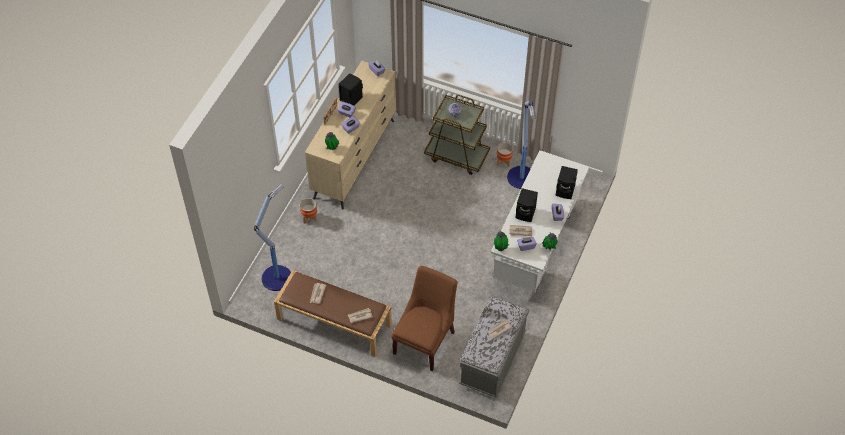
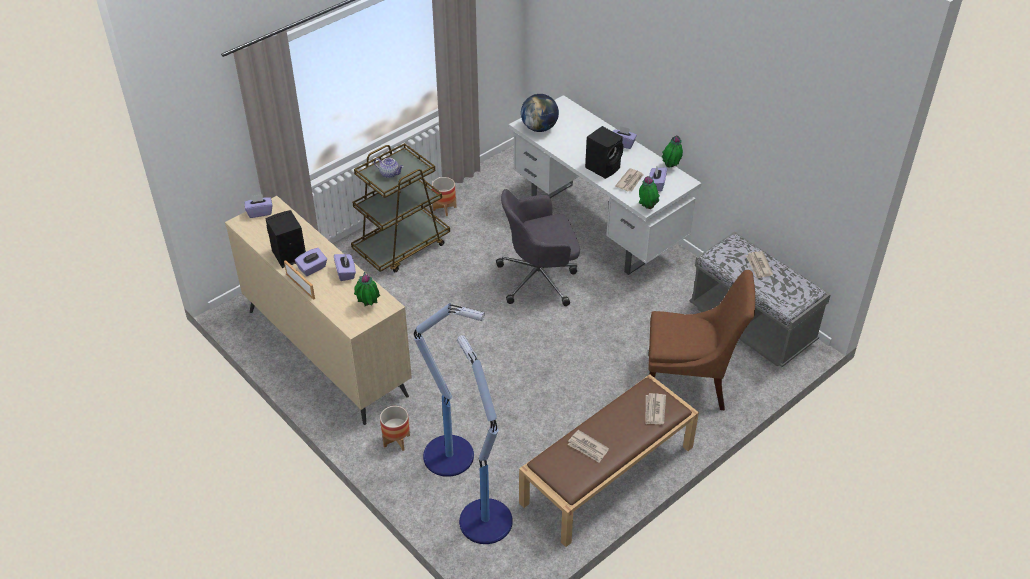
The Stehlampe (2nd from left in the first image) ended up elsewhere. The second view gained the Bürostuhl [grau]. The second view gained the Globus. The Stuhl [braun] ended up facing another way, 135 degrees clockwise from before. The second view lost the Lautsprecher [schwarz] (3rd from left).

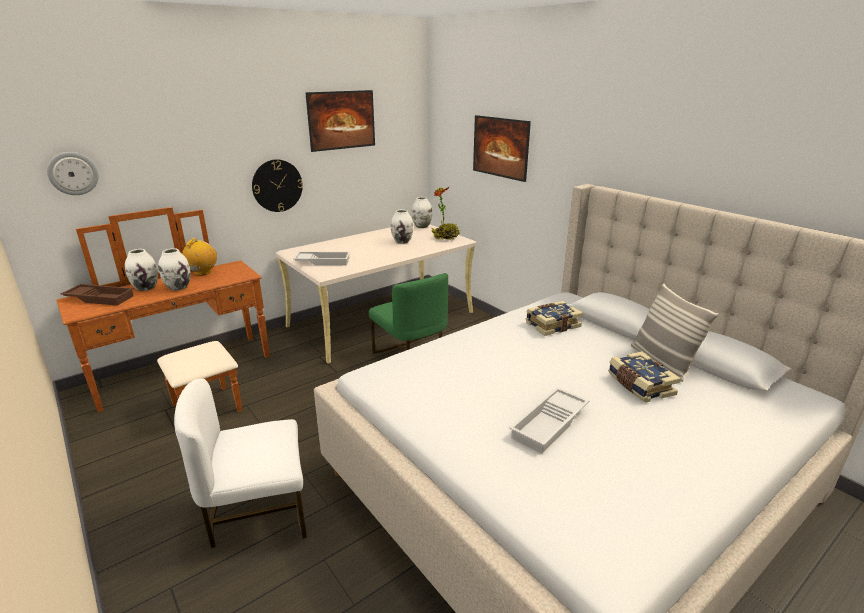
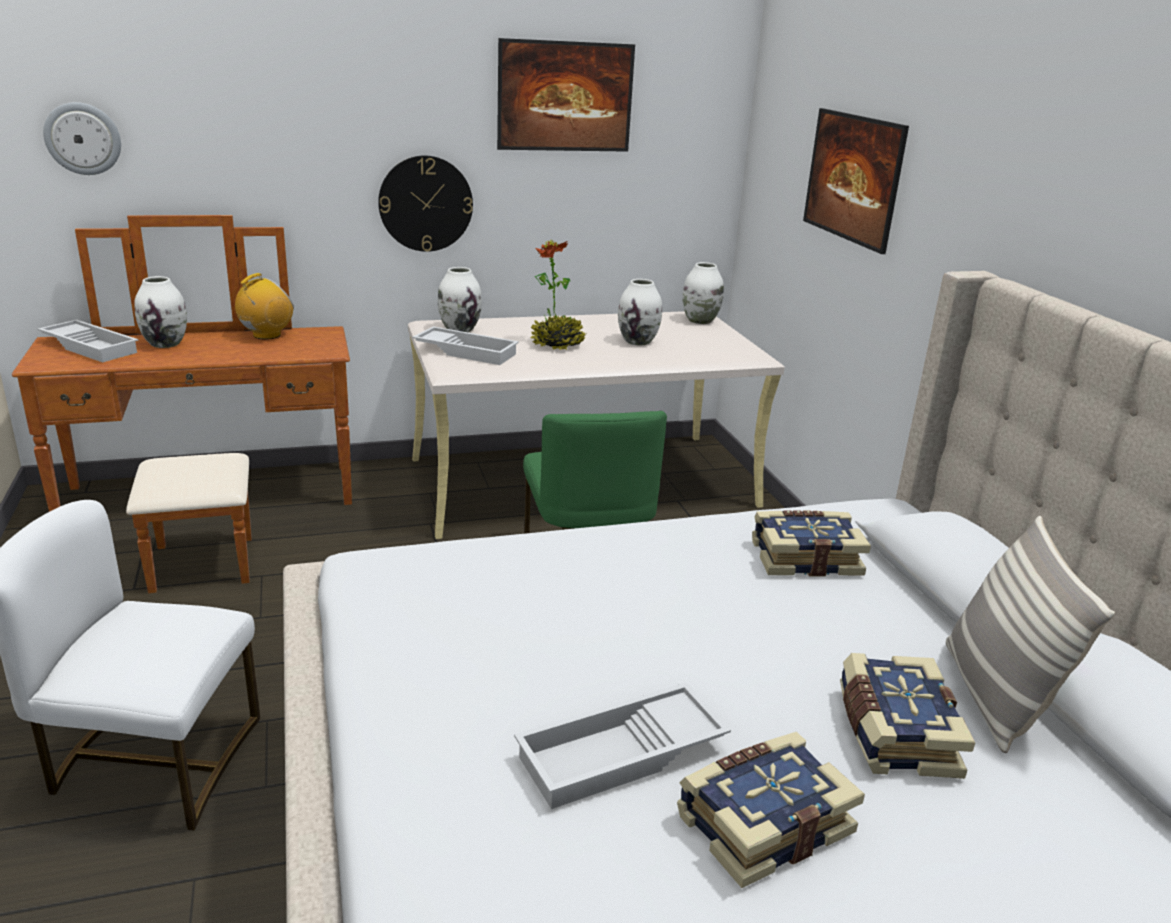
What was the Tablett [braun] turned into the Tablett [weiß] (1st from left). The Vase [weiß] (2nd from left) ended up elsewhere. The Topfpflanze ended up elsewhere. The second view gained the Buch (1st from left).

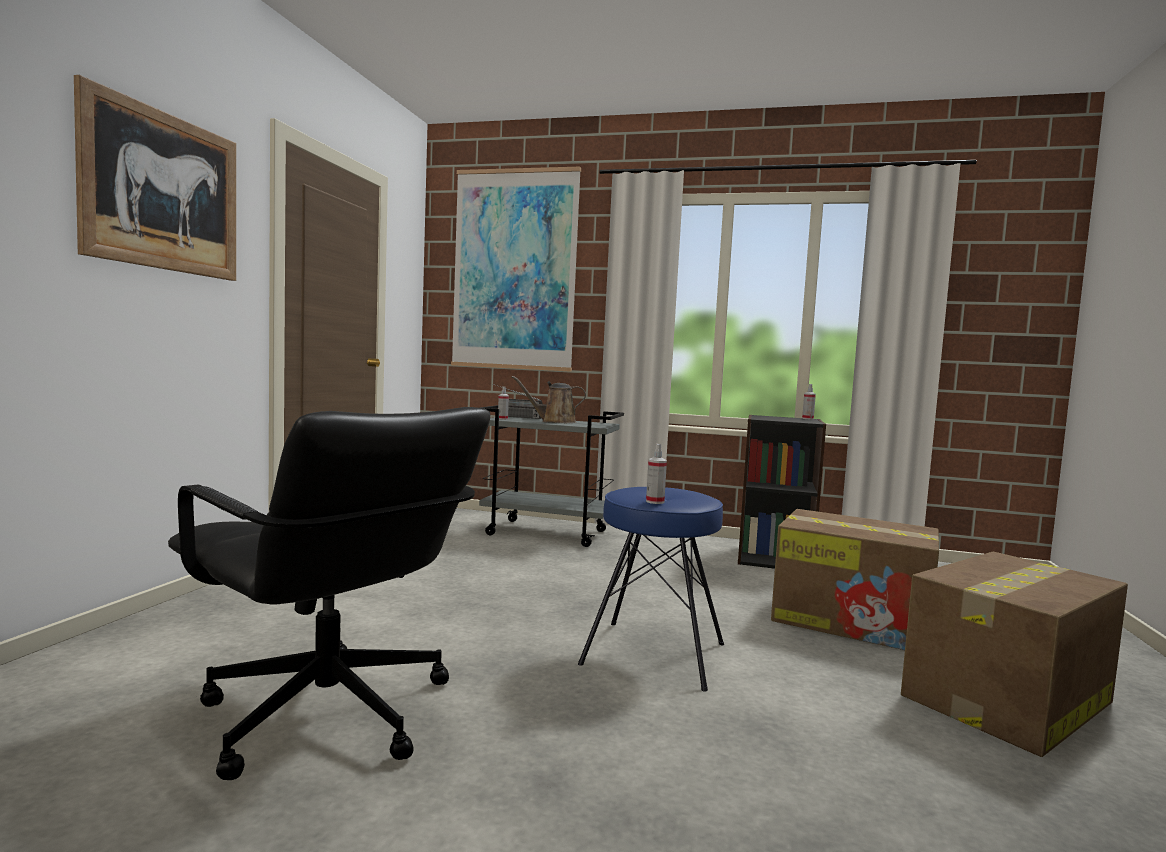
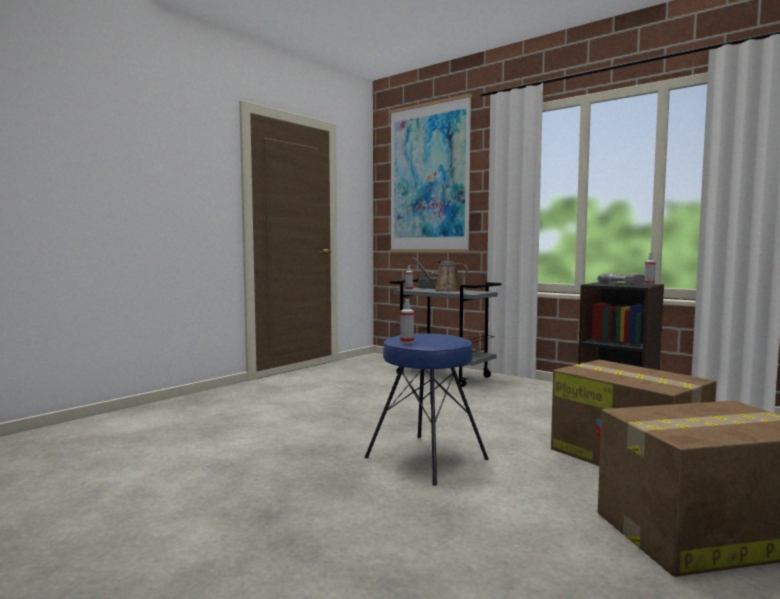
The second view gained the Bohrmaschine. The second view lost the Bild (1st from left). The second view lost the Bürostuhl [schwarz].

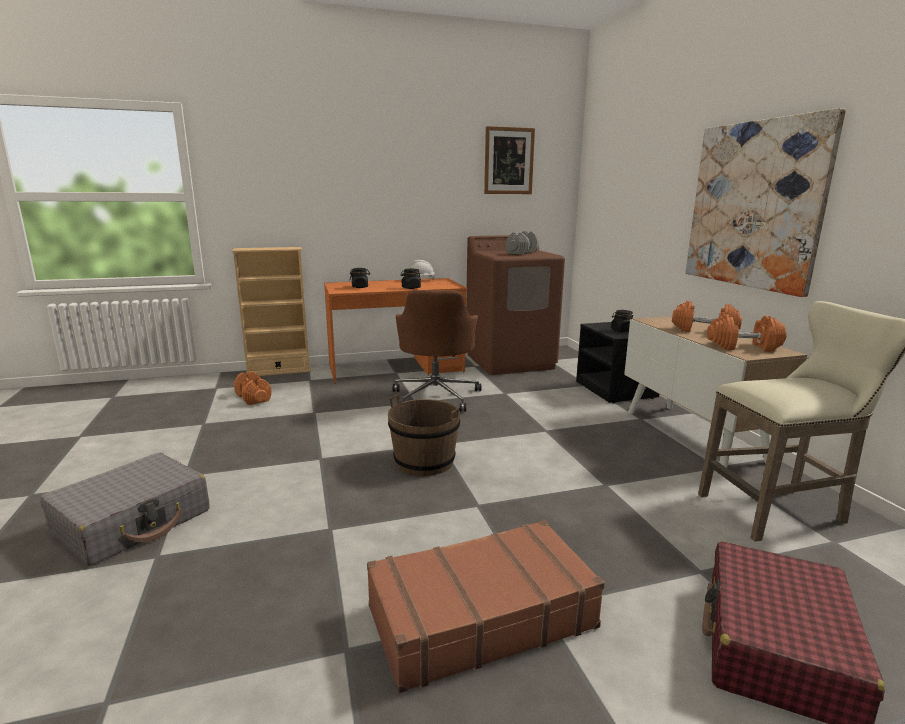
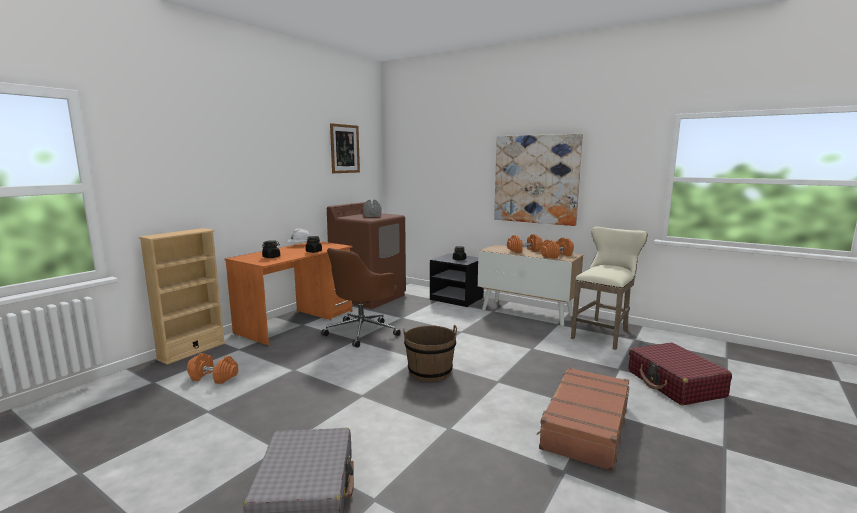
The Bürostuhl [braun] ended up facing another way, 75 degrees clockwise from before.

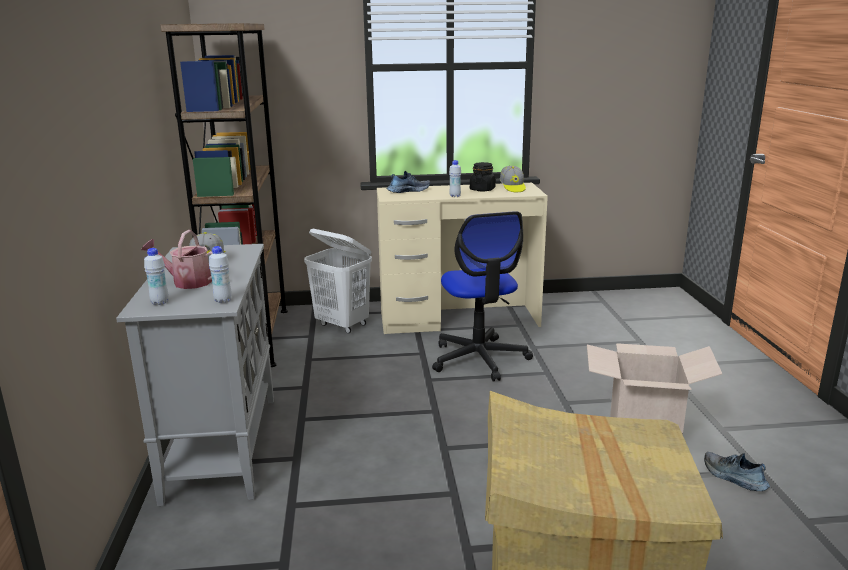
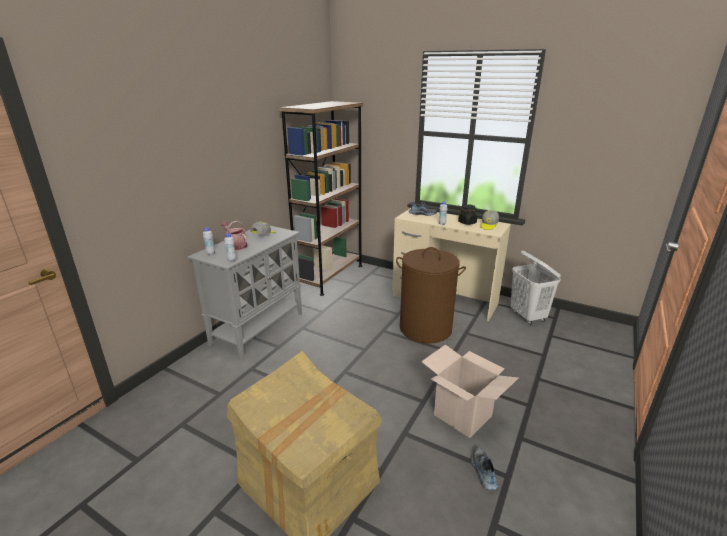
Where the Bürostuhl stood, the Wäschekorb [braun] came to stand. The Wäschekorb [weiß] ended up elsewhere.

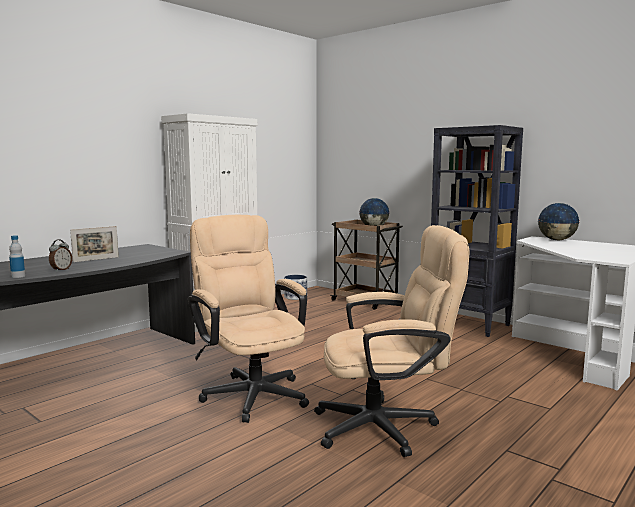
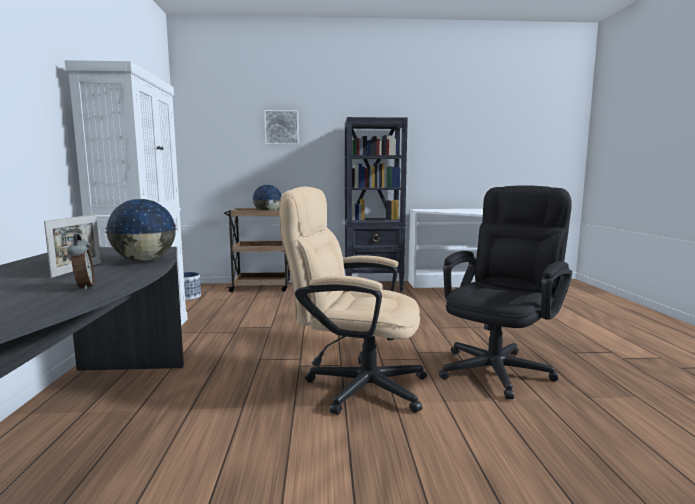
The Globus (2nd from left in the first image) ended up elsewhere. The second view gained the Bild. What was the Bürostuhl [beige] (2nd from left) turned into the Bürostuhl [schwarz]. The second view lost the Flasche.

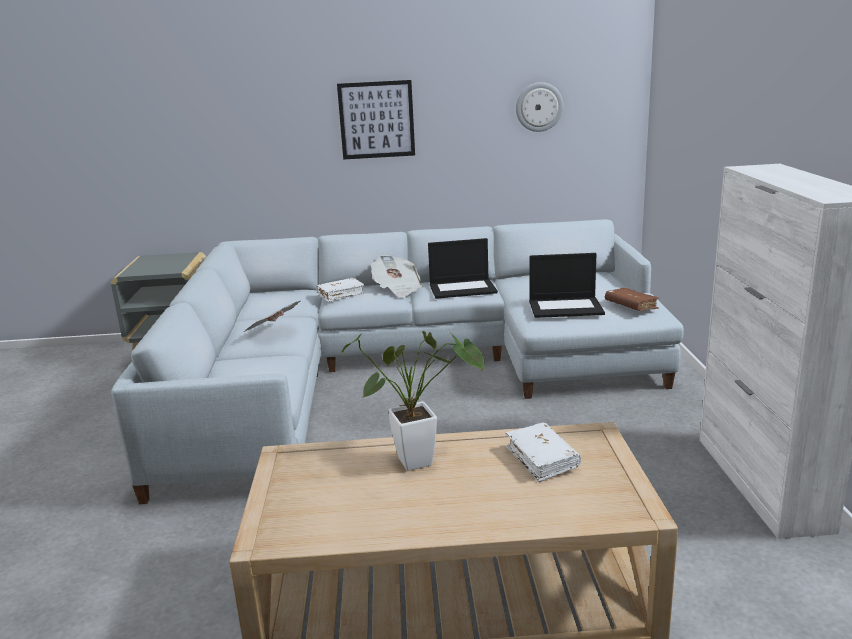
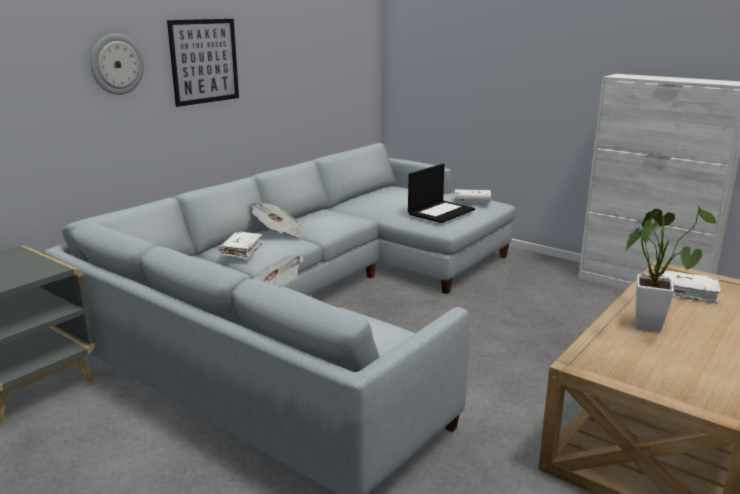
The Wanduhr ended up elsewhere. What was the Buch [braun] turned into the Buch [weiß] (2nd from left). The second view lost the Laptop (1st from left).

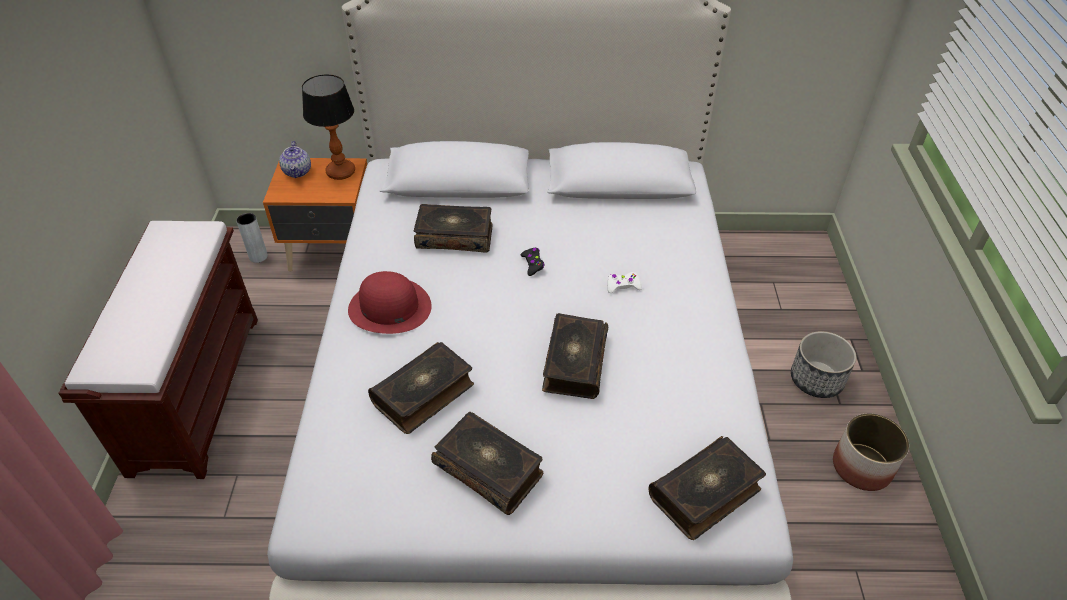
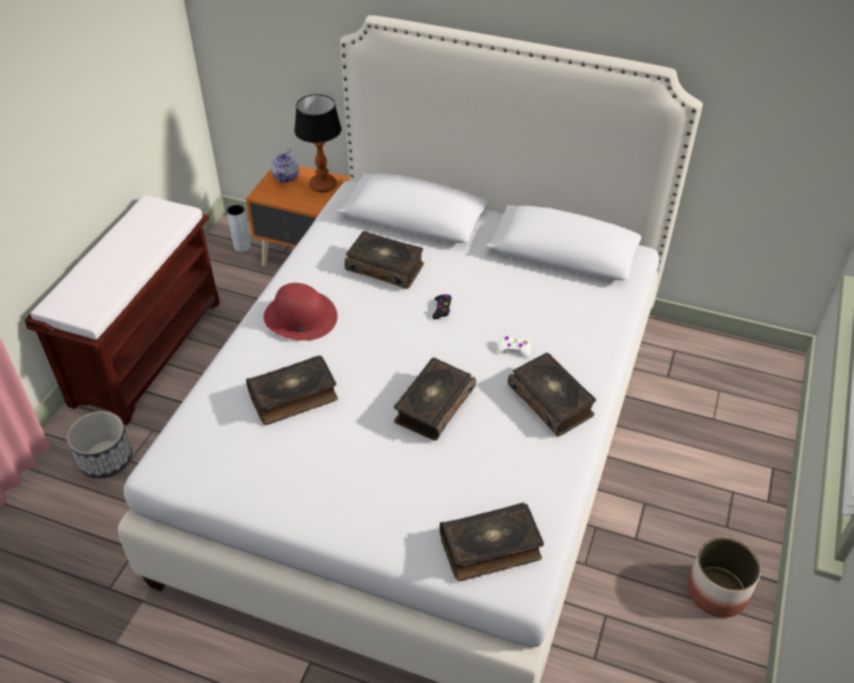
The Pflanzkübel (1st from left) ended up elsewhere. The Buch (3rd from left in the first image) ended up elsewhere.

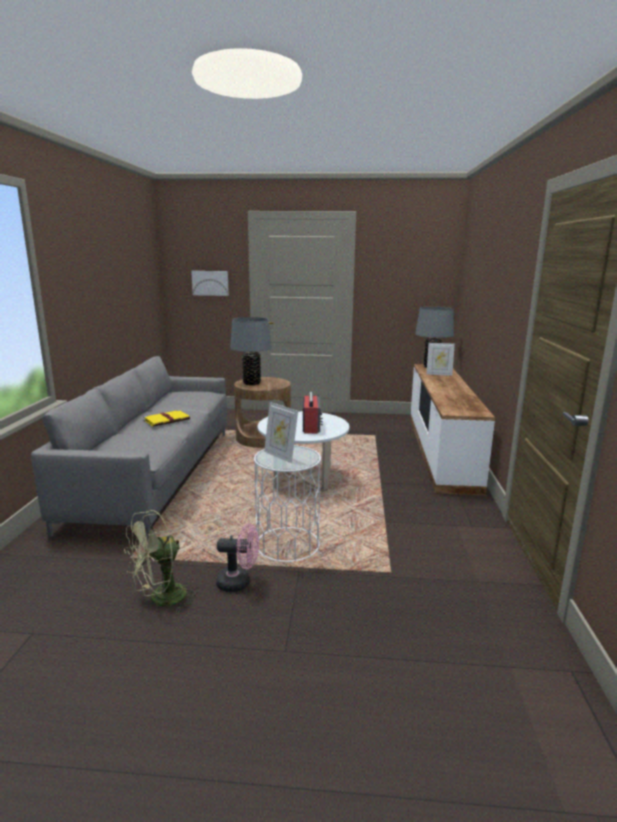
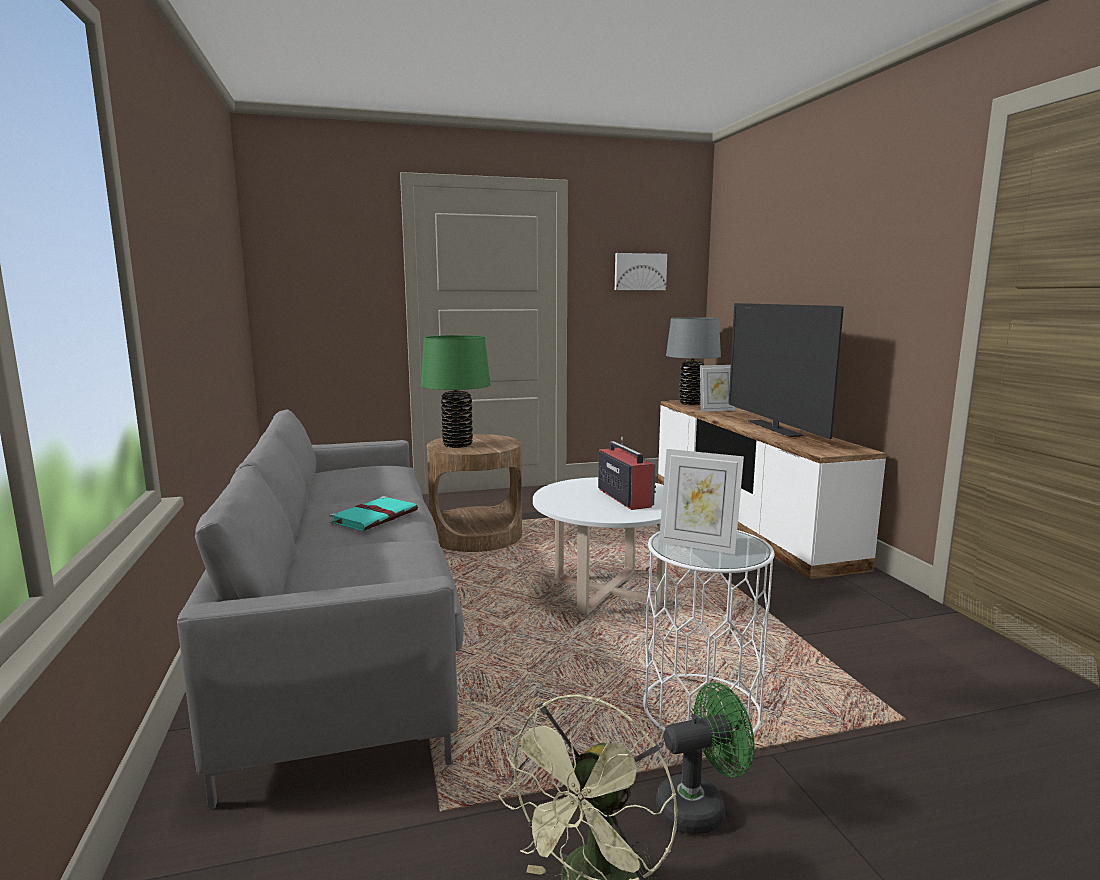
What was the Buch [gelb] turned into the Buch [türkis]. What was the Tischlampe [grau] (1st from left) turned into the Tischlampe [grün]. The Bild ended up elsewhere. What was the Ventilator [rosa] turned into the Ventilator [grün] (2nd from left). The second view gained the Fernseher.

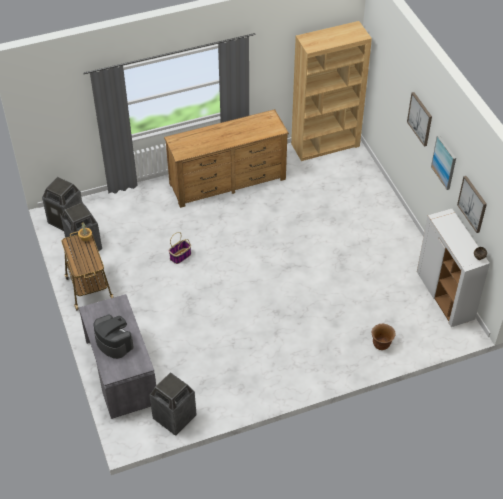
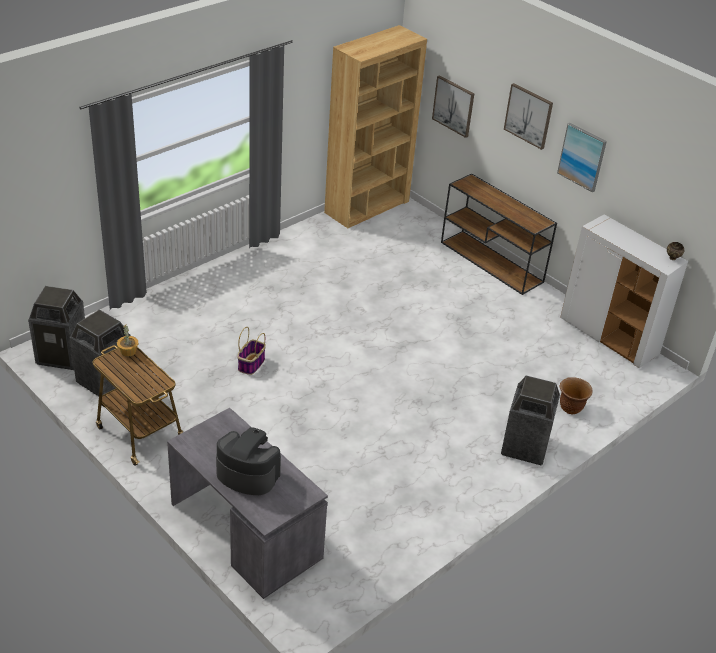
The Bild (3rd from left in the first image) ended up elsewhere. The second view gained the Konsolentisch [braun]. The Mülleimer (3rd from left) ended up elsewhere. The second view lost the Kommode [braun].

